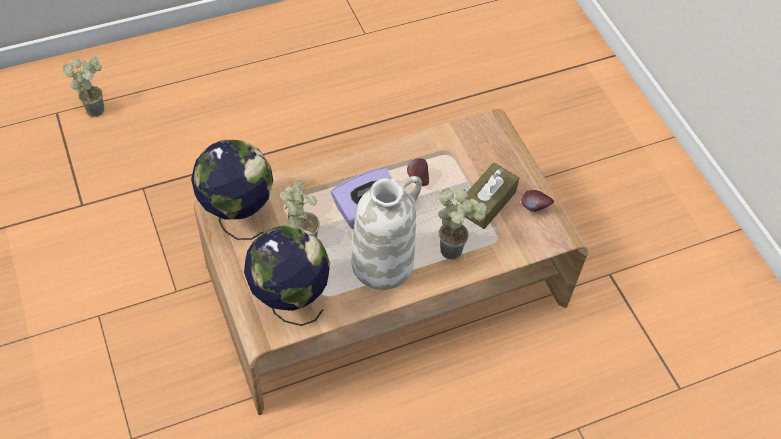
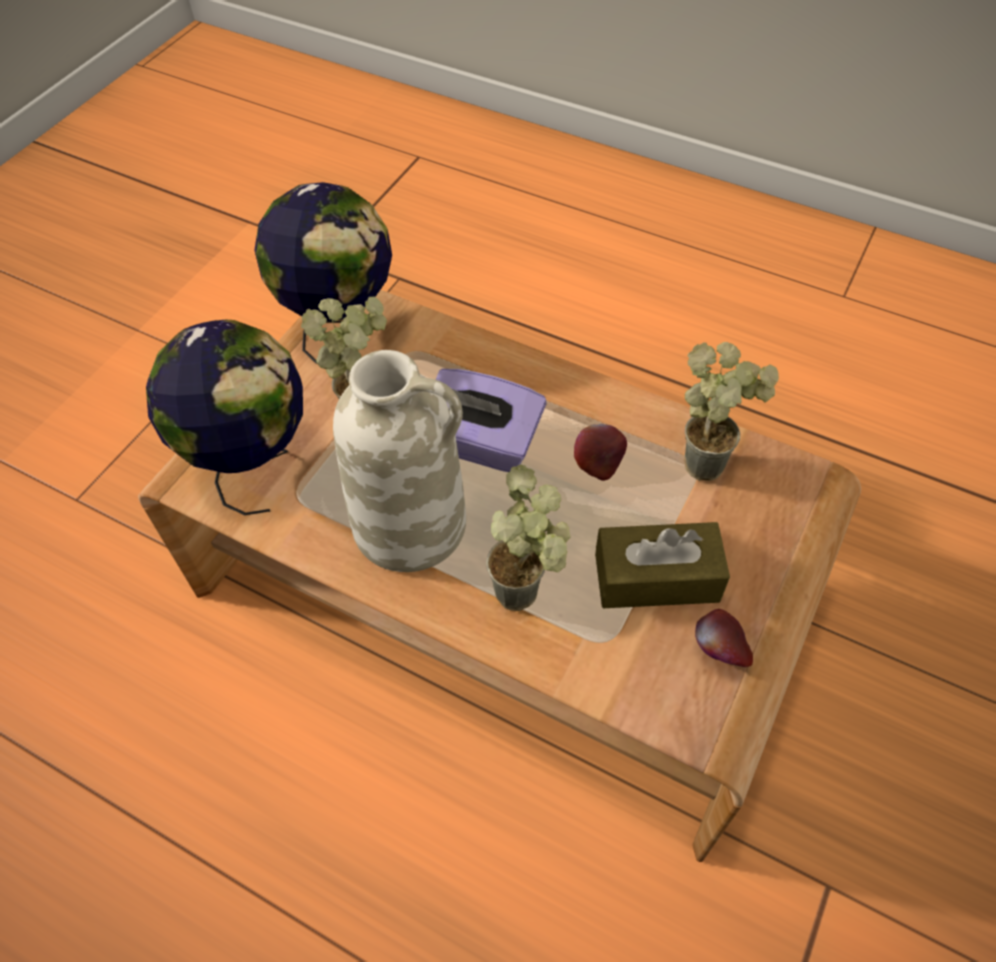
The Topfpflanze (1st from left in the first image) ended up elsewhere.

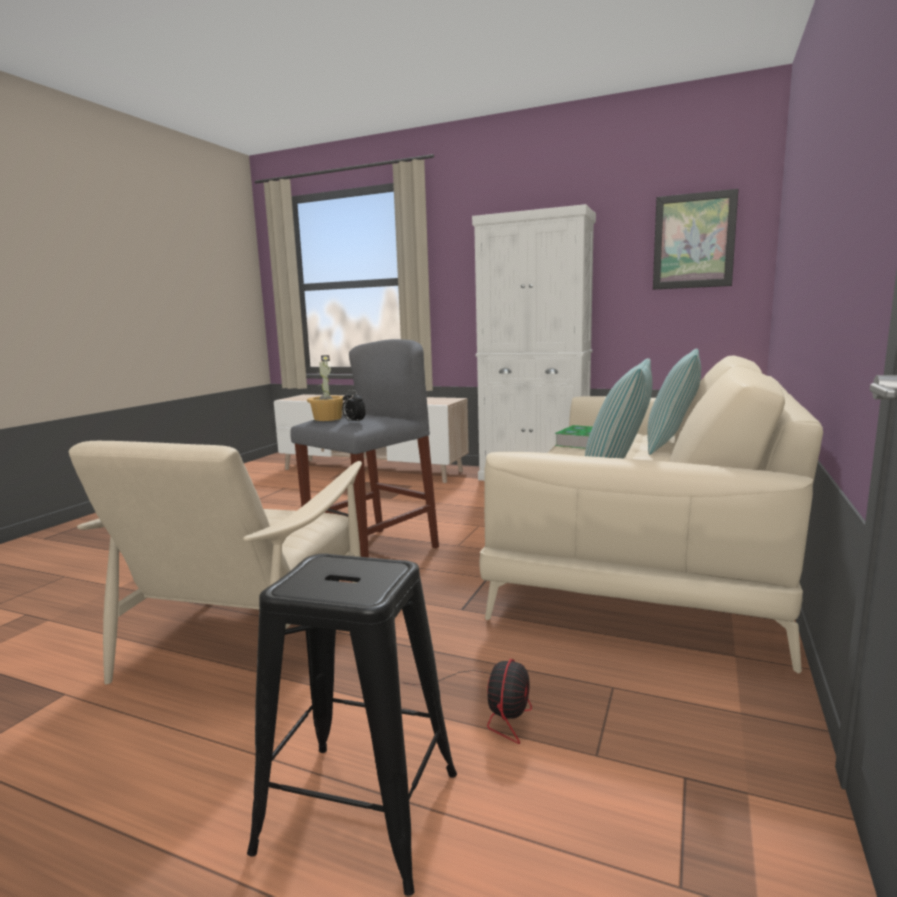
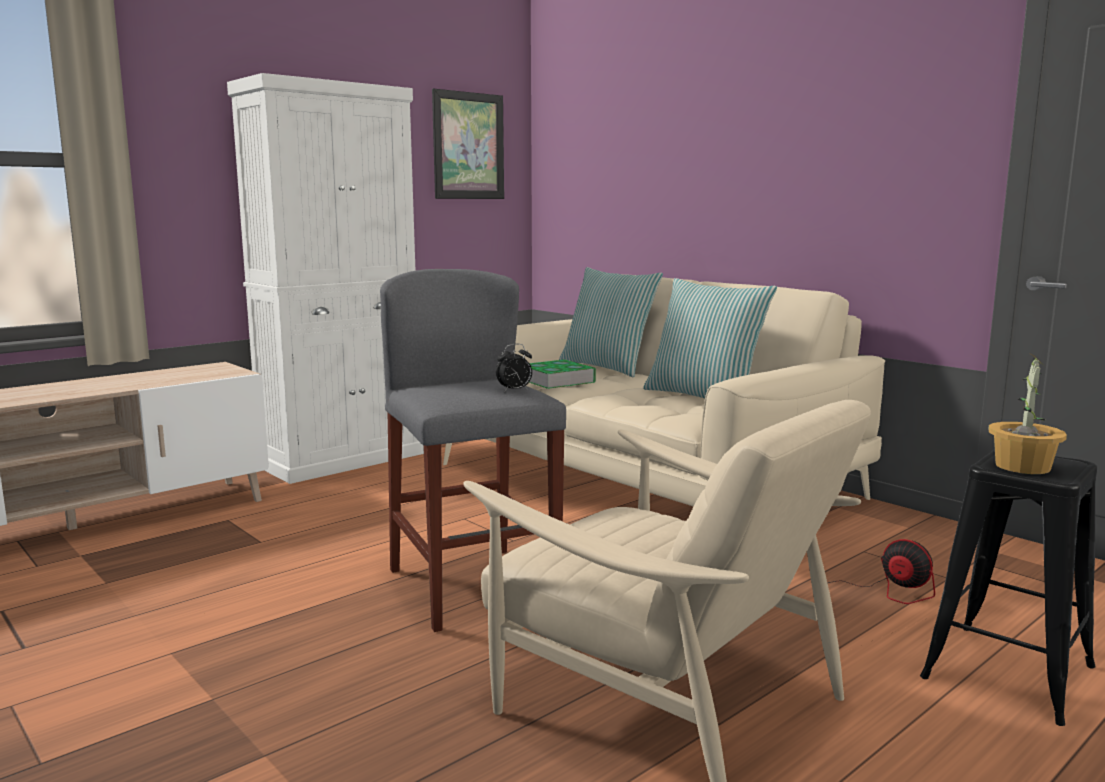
The Topfpflanze ended up elsewhere.

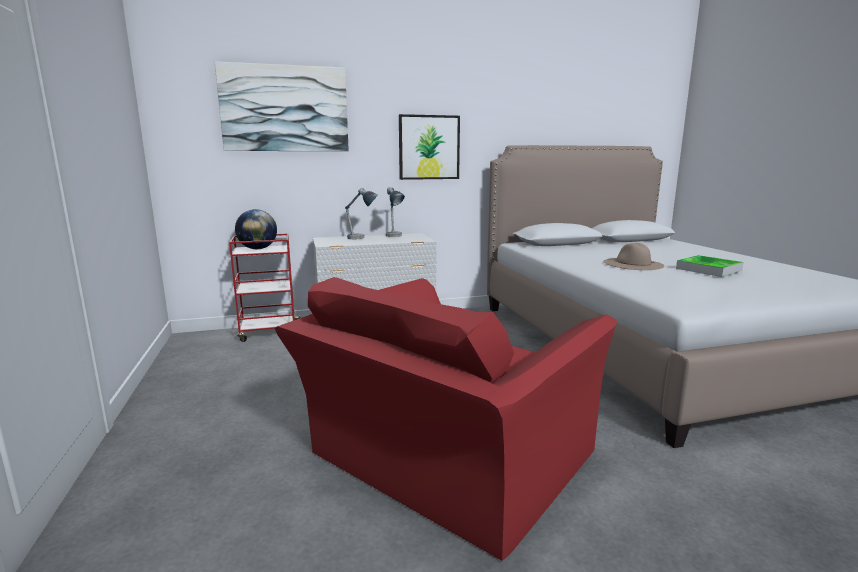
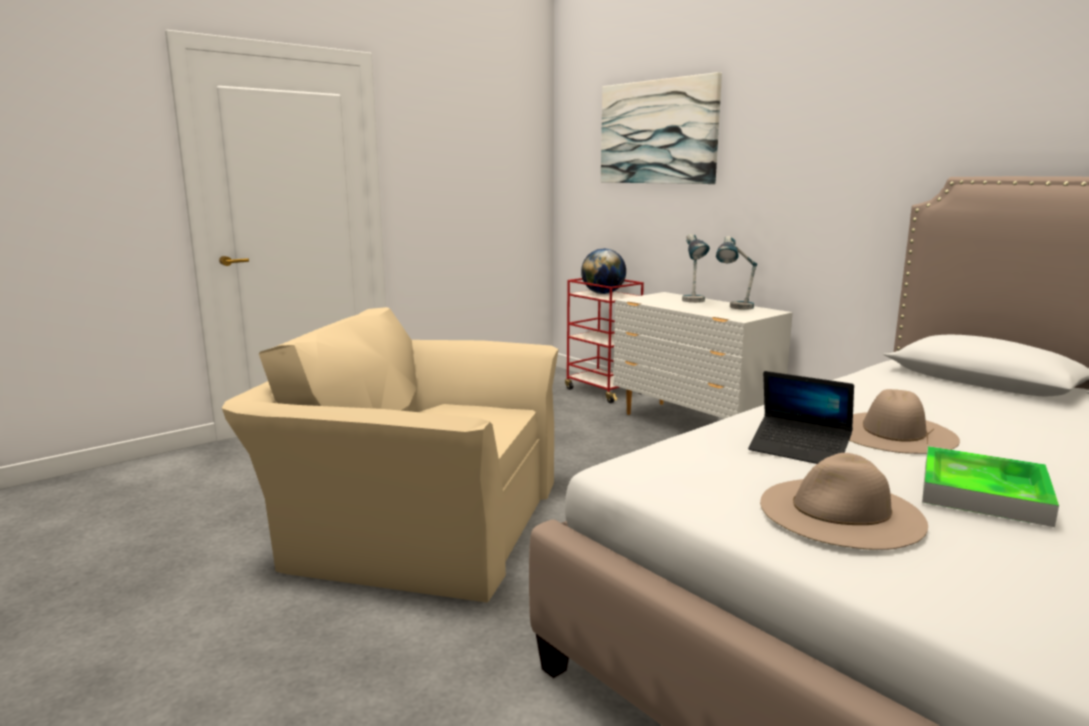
What was the Sessel [rot] turned into the Sessel [beige]. The second view gained the Laptop. The second view gained the Hut [beige] (1st from left). The second view lost the Bild (2nd from left).

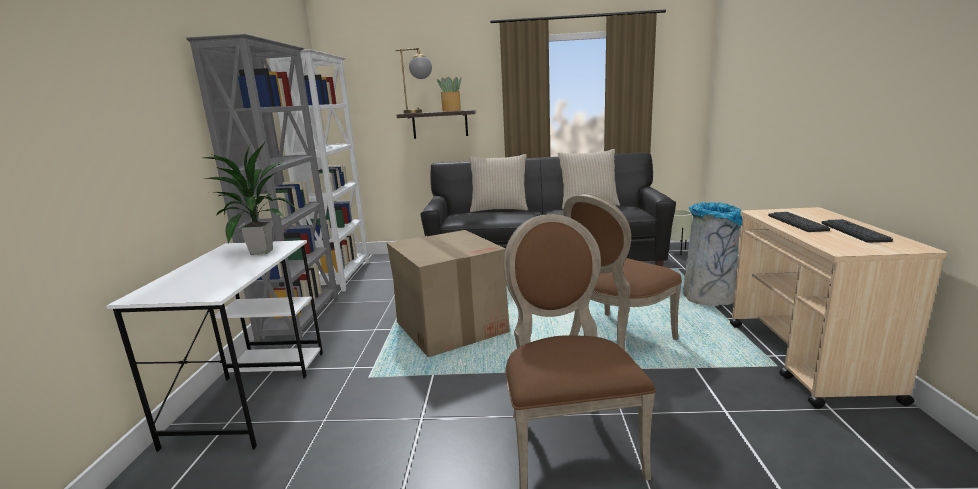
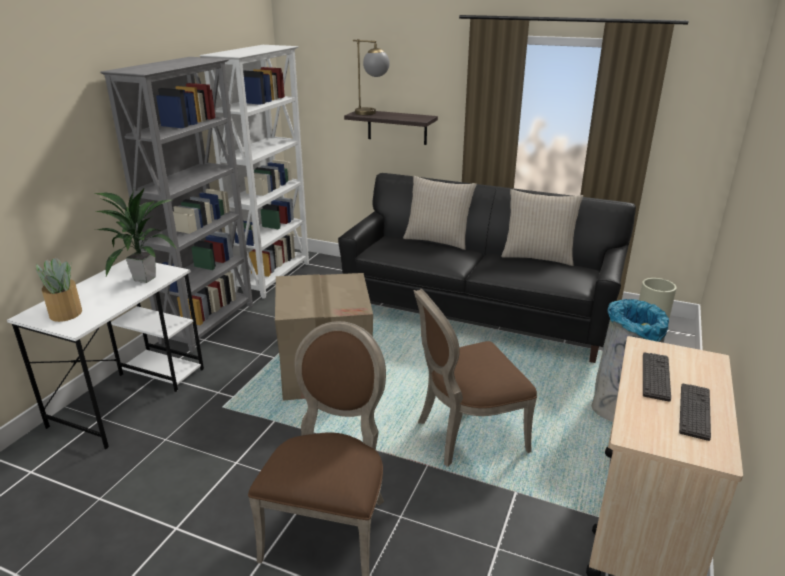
The Topfpflanze (2nd from left in the first image) ended up elsewhere.

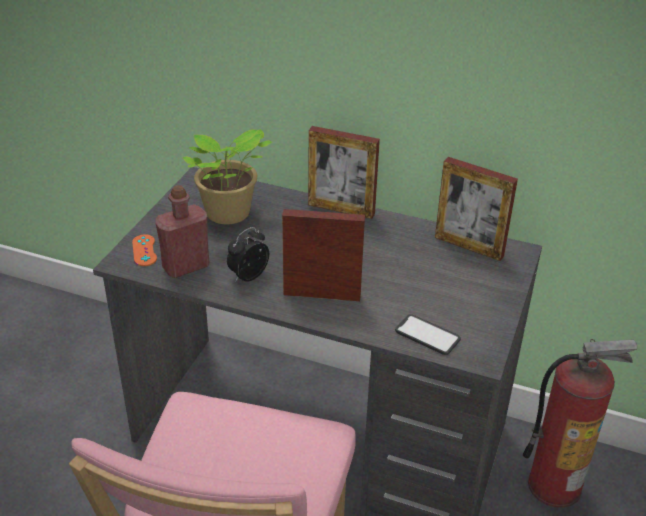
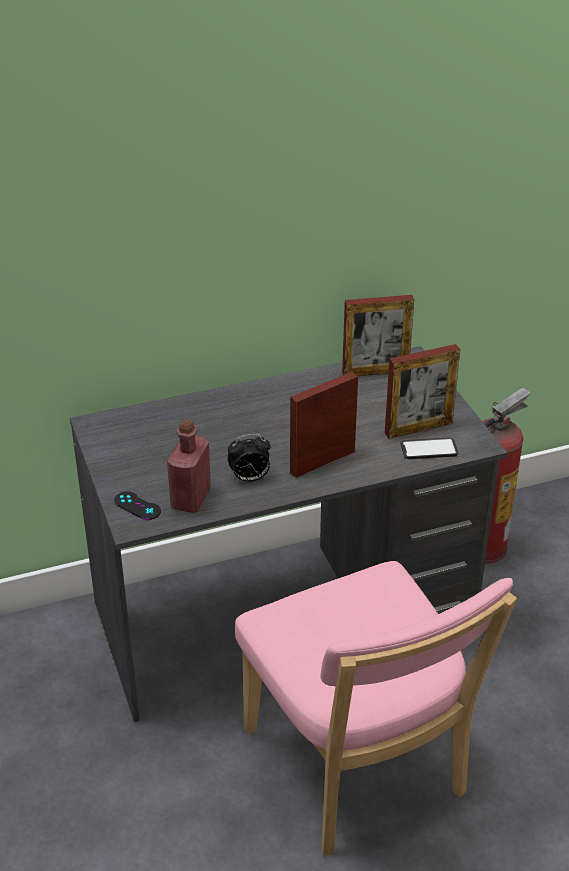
What was the Gamepad [orange] turned into the Gamepad [schwarz]. The Wecker ended up facing another way, 105 degrees counterclockwise from before. The Bilderrahmen (2nd from left in the first image) ended up elsewhere. The second view lost the Topfpflanze.

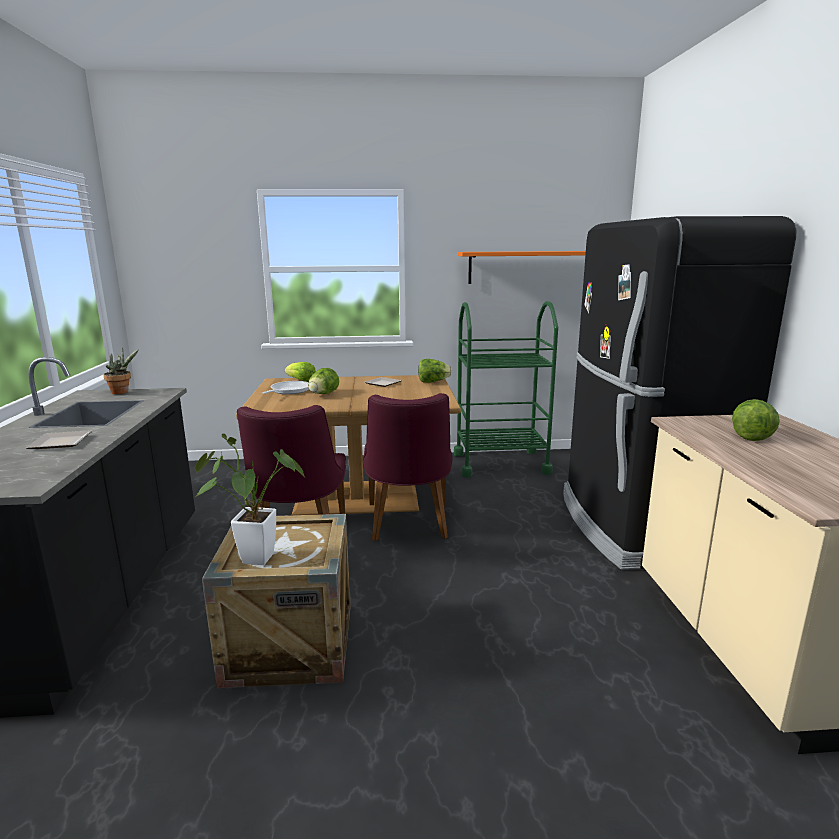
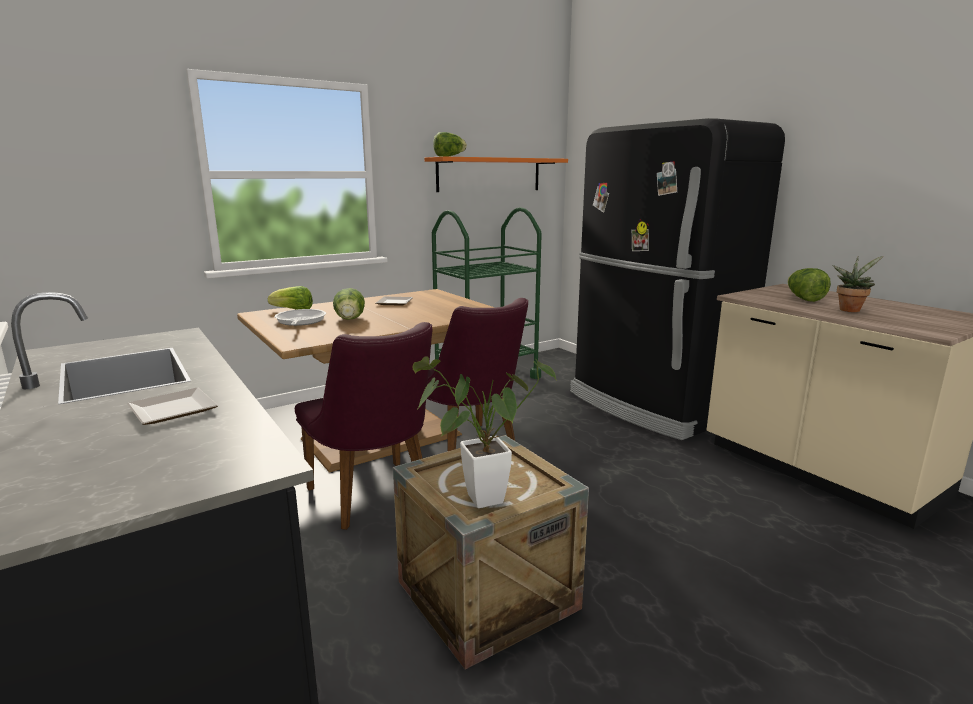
The Salatkopf (3rd from left) ended up elsewhere. The Topfpflanze (1st from left in the first image) ended up elsewhere.

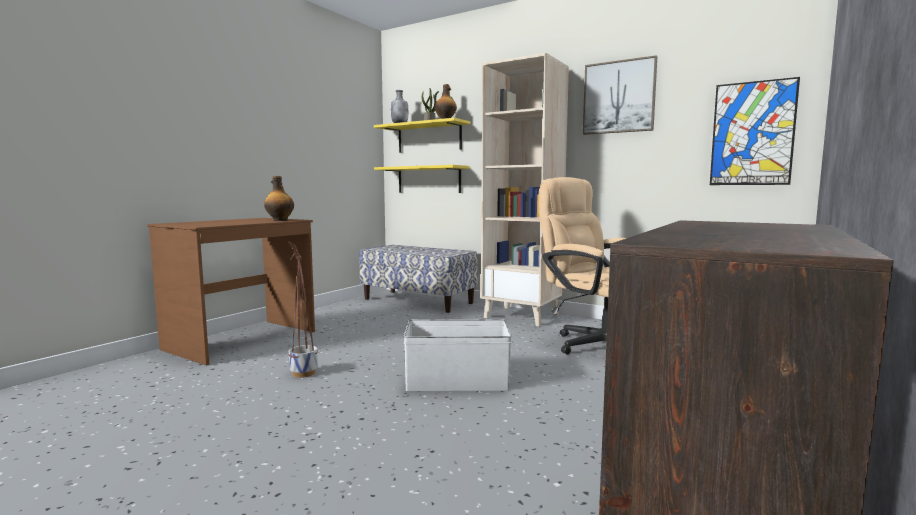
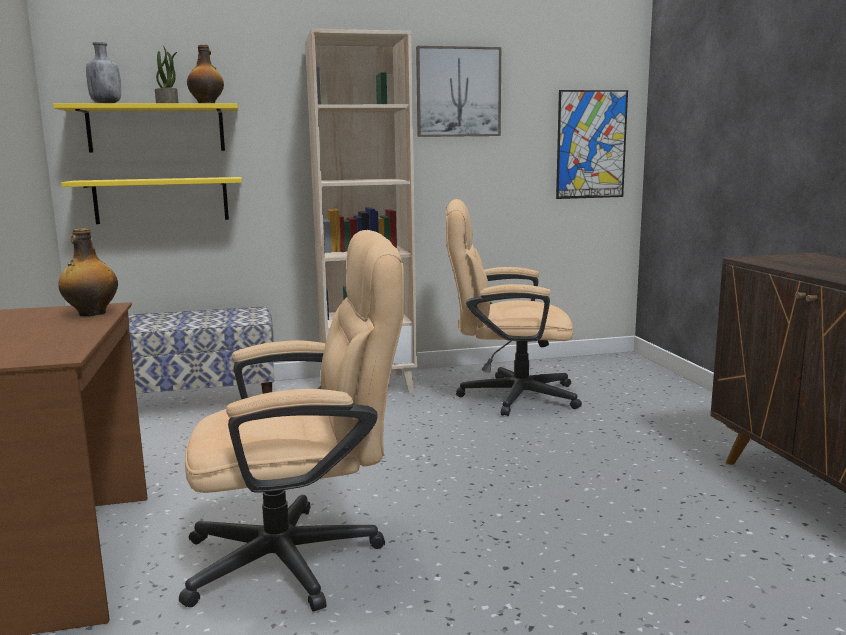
Where the Pflanzkübel stood, the Bürostuhl [beige] (1st from left) came to stand. The second view lost the Aufbewahrungsbox [weiß].

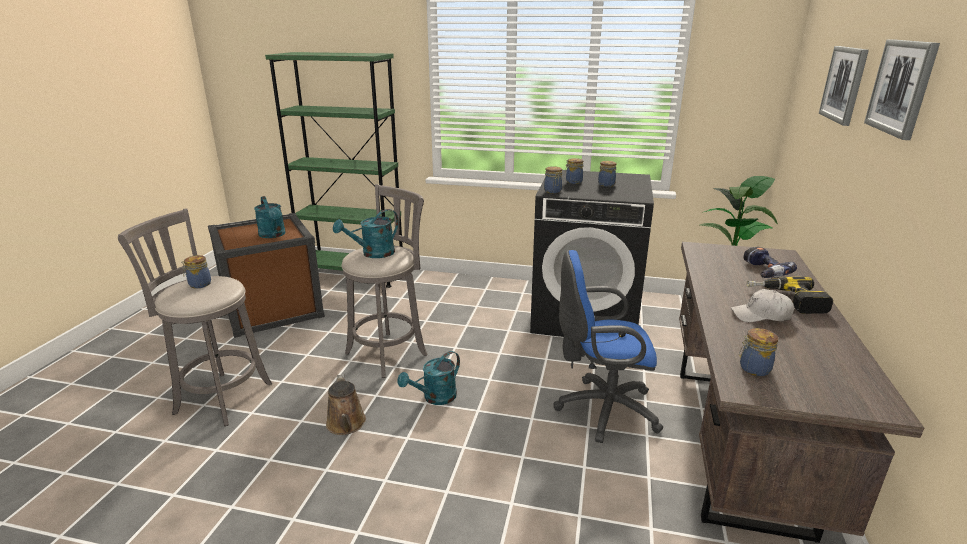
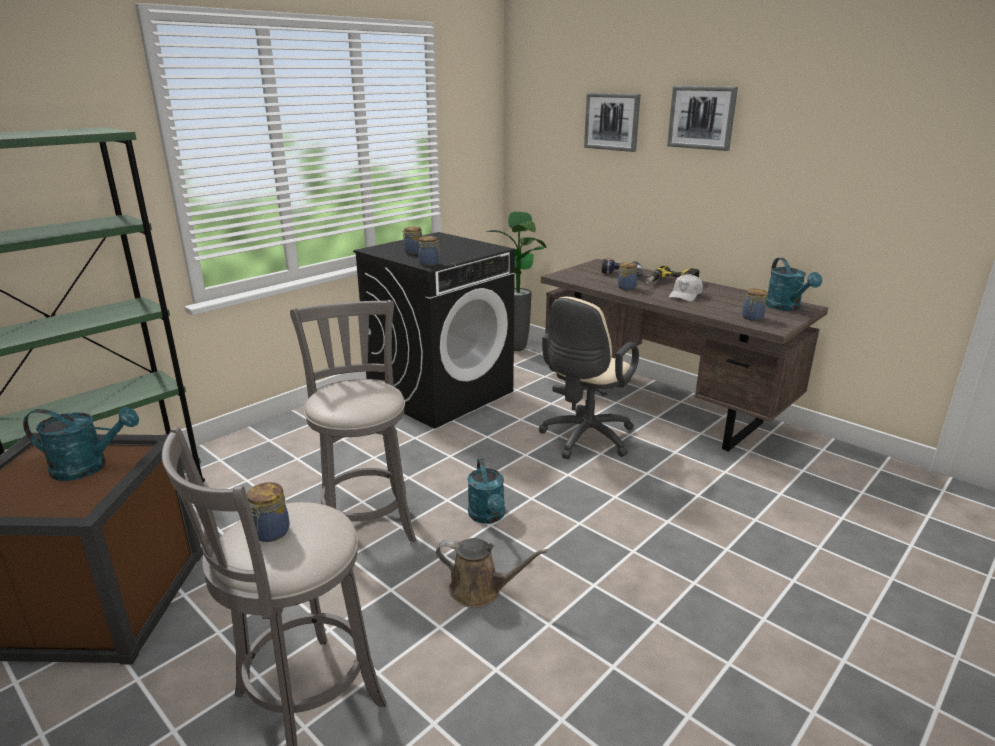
What was the Bürostuhl [blau] turned into the Bürostuhl [beige]. The Vorratsglas (4th from left) ended up elsewhere. The Gießkanne [türkis] (2nd from left in the first image) ended up elsewhere.

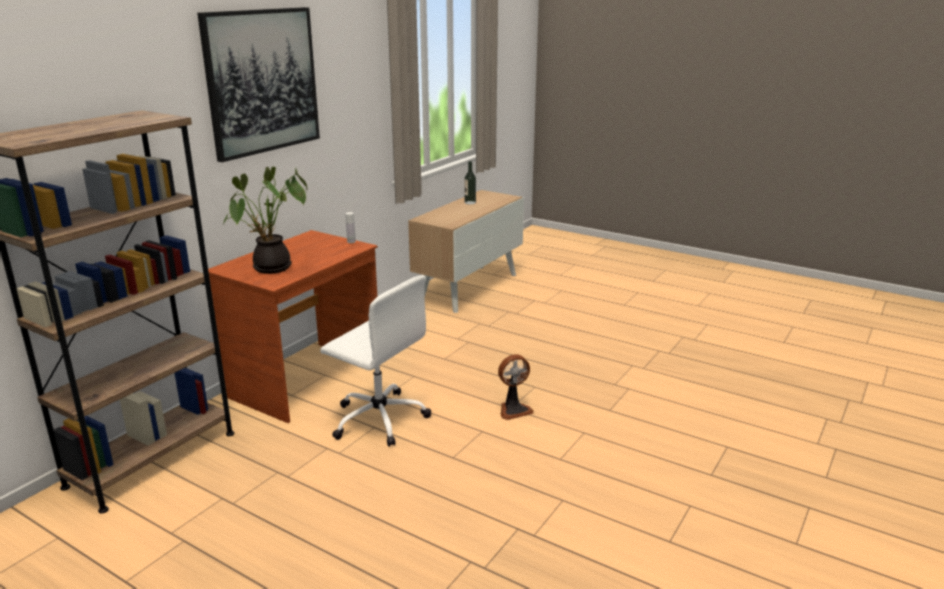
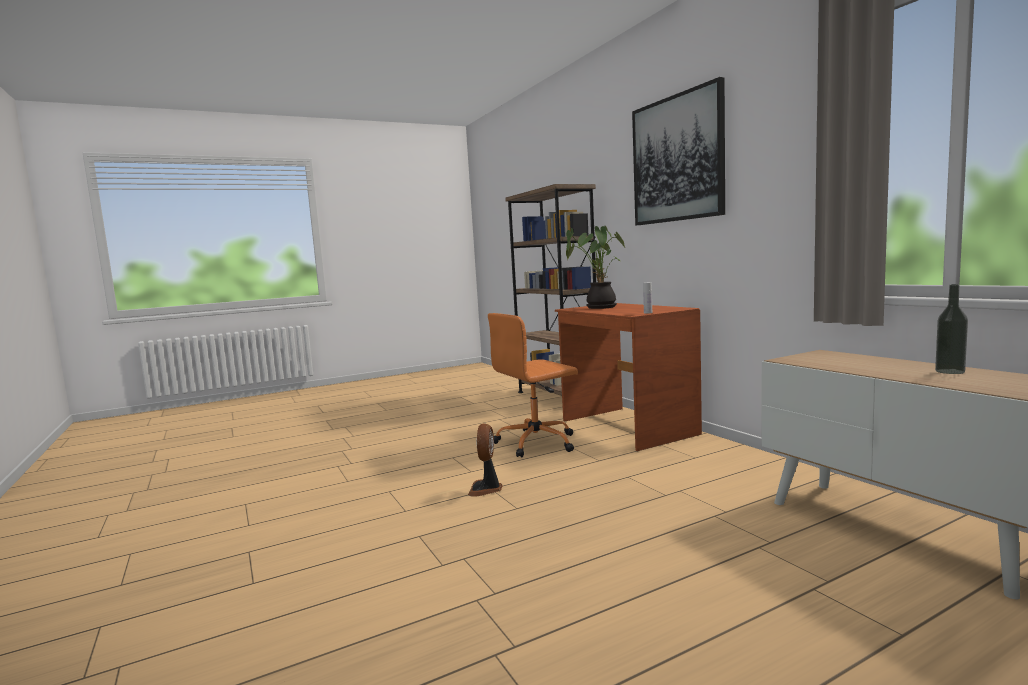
What was the Bürostuhl [weiß] turned into the Bürostuhl [orange].

